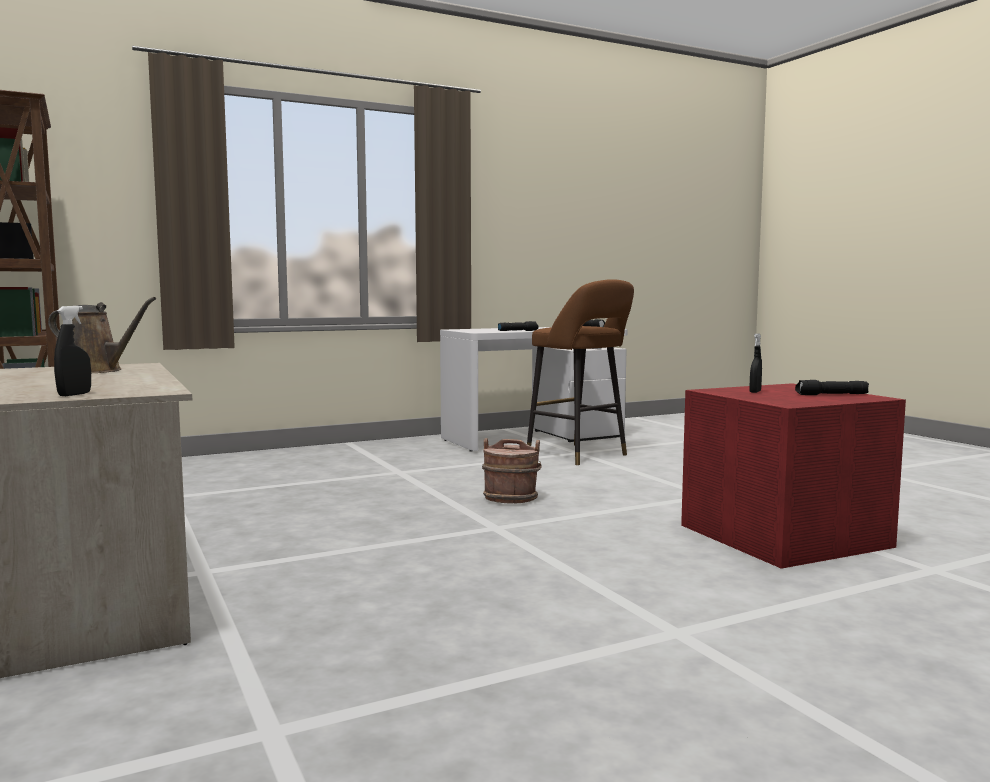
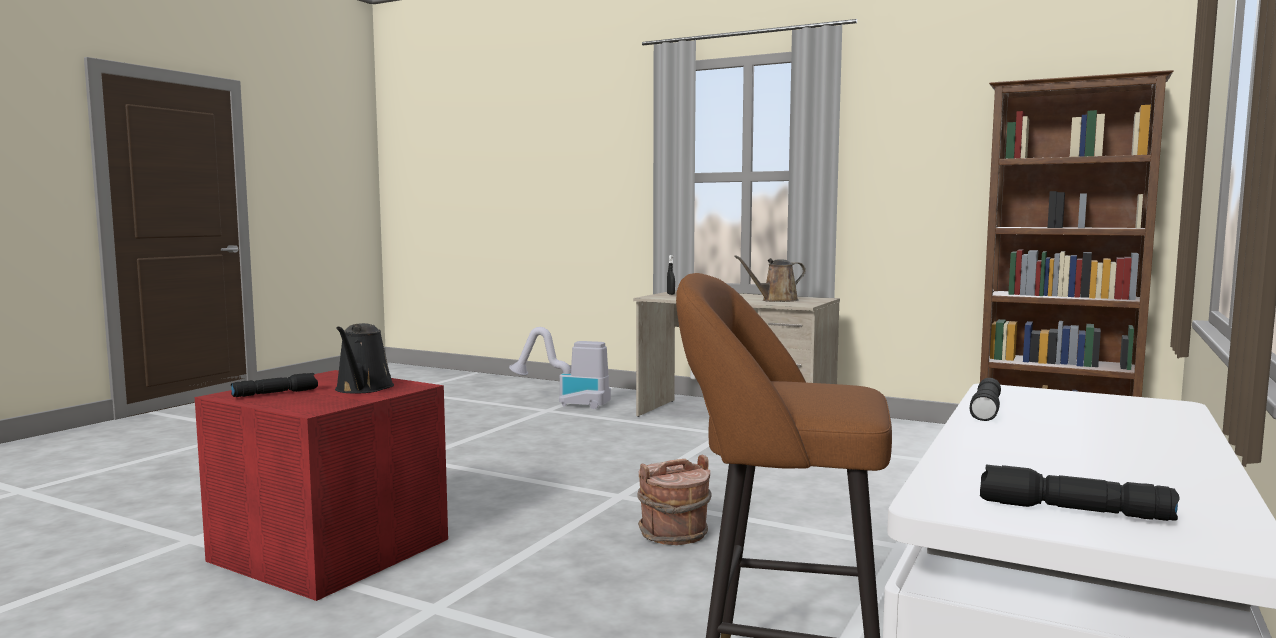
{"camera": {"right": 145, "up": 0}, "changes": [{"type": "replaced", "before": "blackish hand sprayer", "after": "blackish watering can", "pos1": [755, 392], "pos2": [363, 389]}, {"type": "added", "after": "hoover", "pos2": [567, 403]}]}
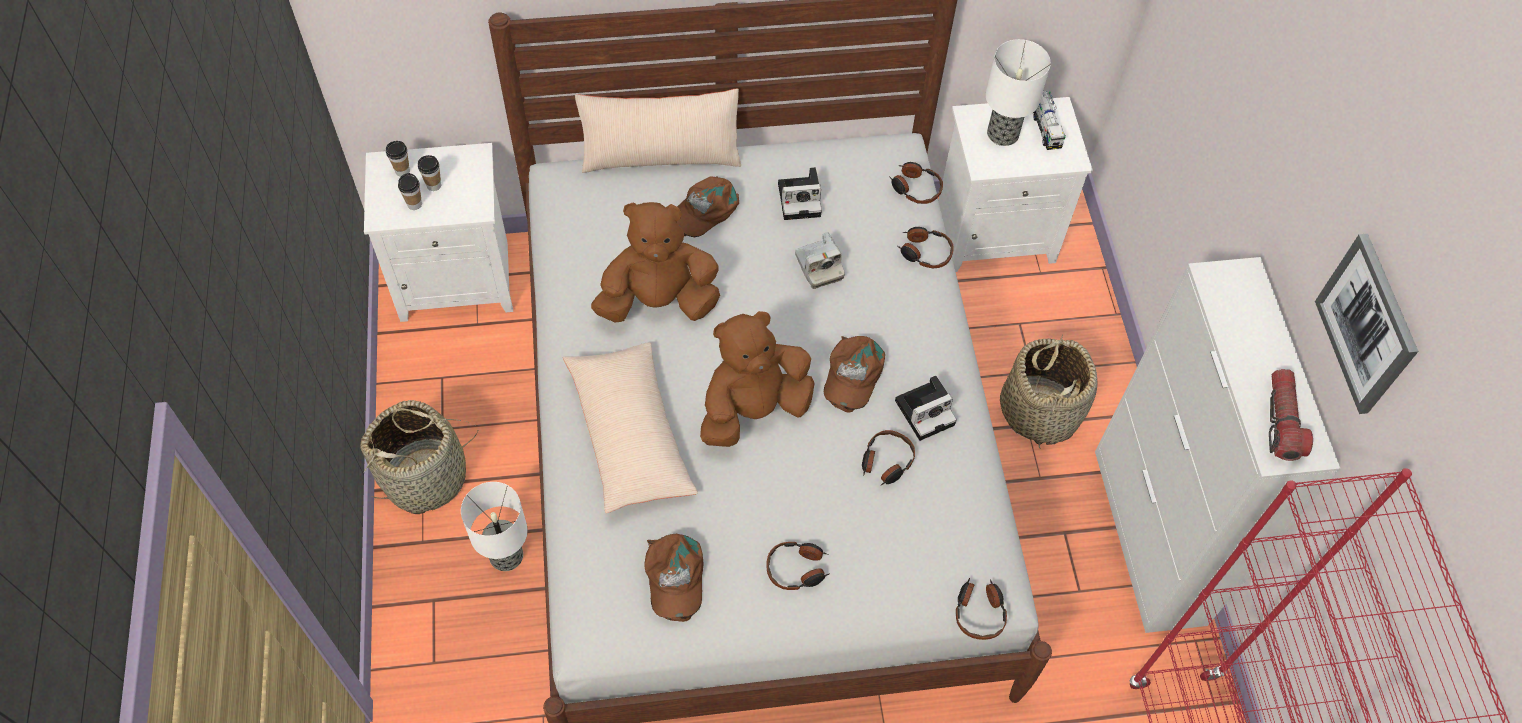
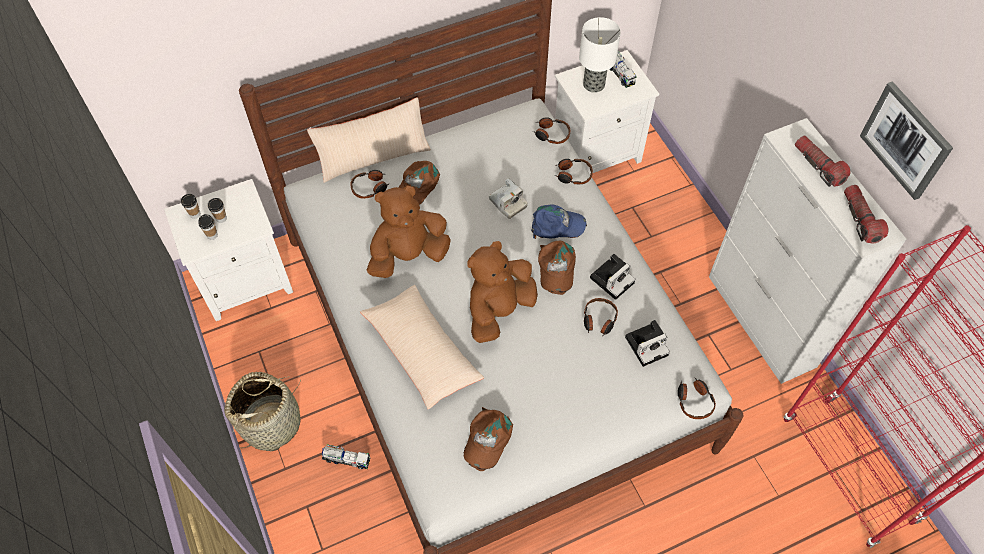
{"camera": {"right": -15, "up": 0}, "changes": [{"type": "replaced", "before": "lamp for a table", "after": "toy truck", "pos1": [506, 555], "pos2": [346, 460]}, {"type": "turned", "before": "brown-coloured cap", "pos1": [674, 577], "pos2": [487, 439], "turn": 45}, {"type": "moved", "before": "headset", "pos1": [797, 569], "pos2": [370, 187]}, {"type": "moved", "before": "still camera", "pos1": [801, 199], "pos2": [647, 345]}, {"type": "removed", "before": "storage basket", "pos1": [1040, 410]}, {"type": "added", "after": "blue cap", "pos2": [557, 225]}, {"type": "added", "after": "hand torch", "pos2": [818, 166]}]}
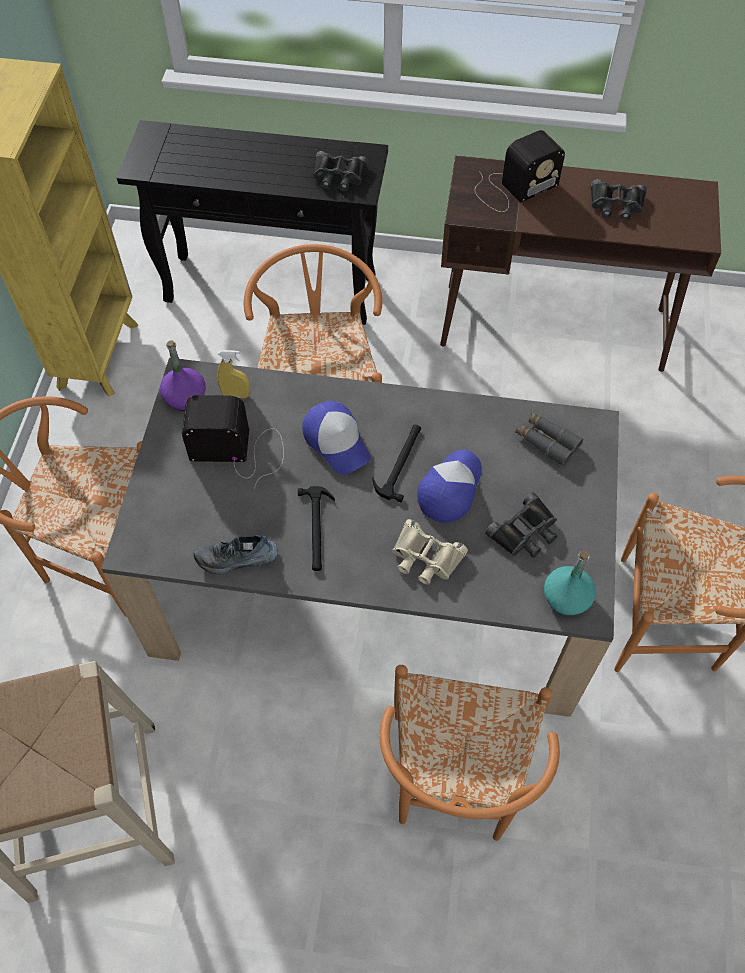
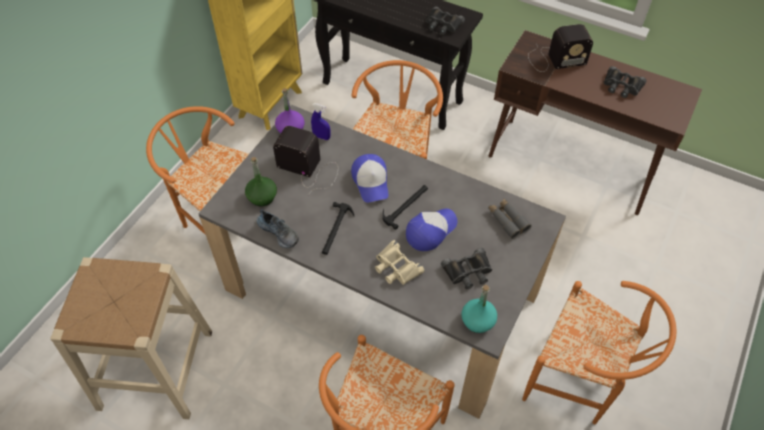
{"camera": {"right": 20, "up": -5}, "changes": [{"type": "turned", "before": "low shoe", "pos1": [237, 559], "pos2": [279, 232], "turn": -150}, {"type": "recoloured", "before": "yellowish hand sprayer", "after": "blue hand sprayer", "pos1": [236, 395], "pos2": [321, 137]}, {"type": "added", "after": "greenish beverage bottle", "pos2": [262, 197]}]}
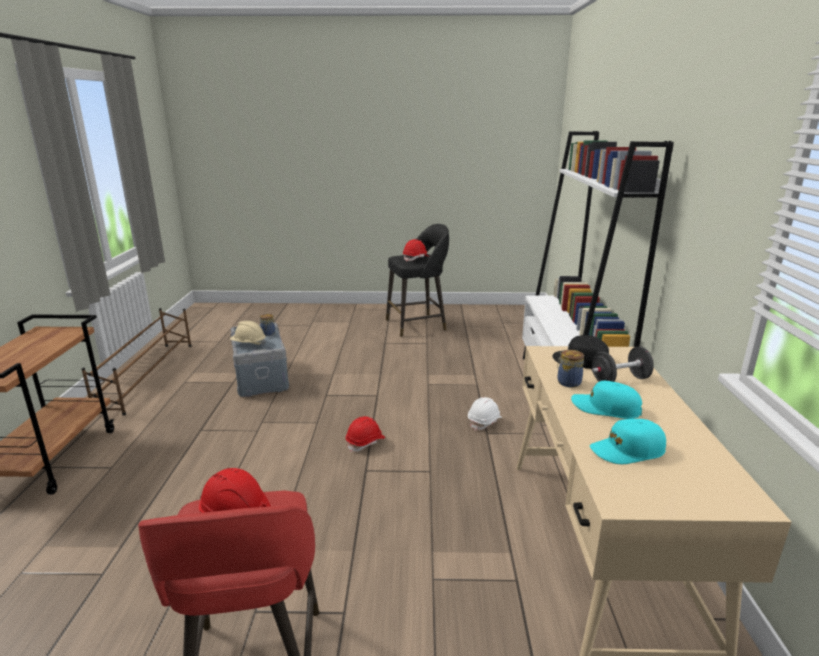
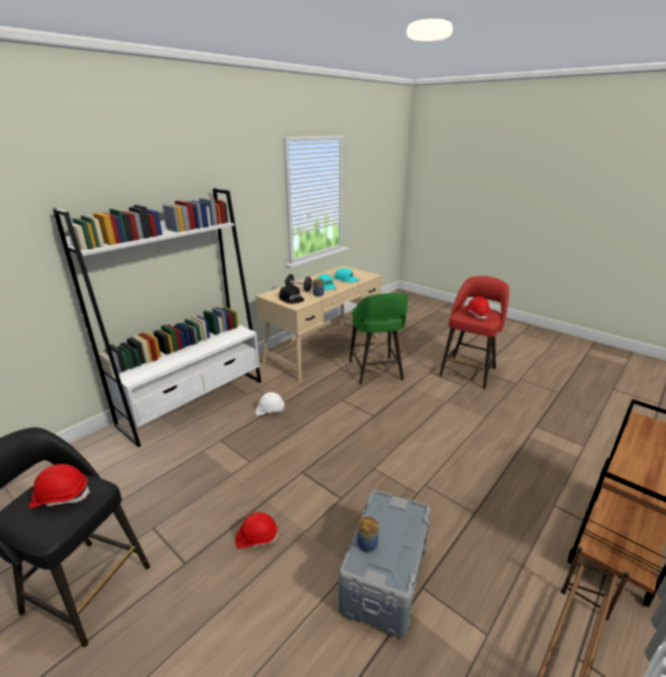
{"camera": {"right": -140, "up": 5}, "changes": [{"type": "removed", "before": "sand-coloured work helmet", "pos1": [248, 344]}, {"type": "moved", "before": "red work helmet", "pos1": [365, 442], "pos2": [256, 537]}, {"type": "added", "after": "greenish stool", "pos2": [375, 371]}]}
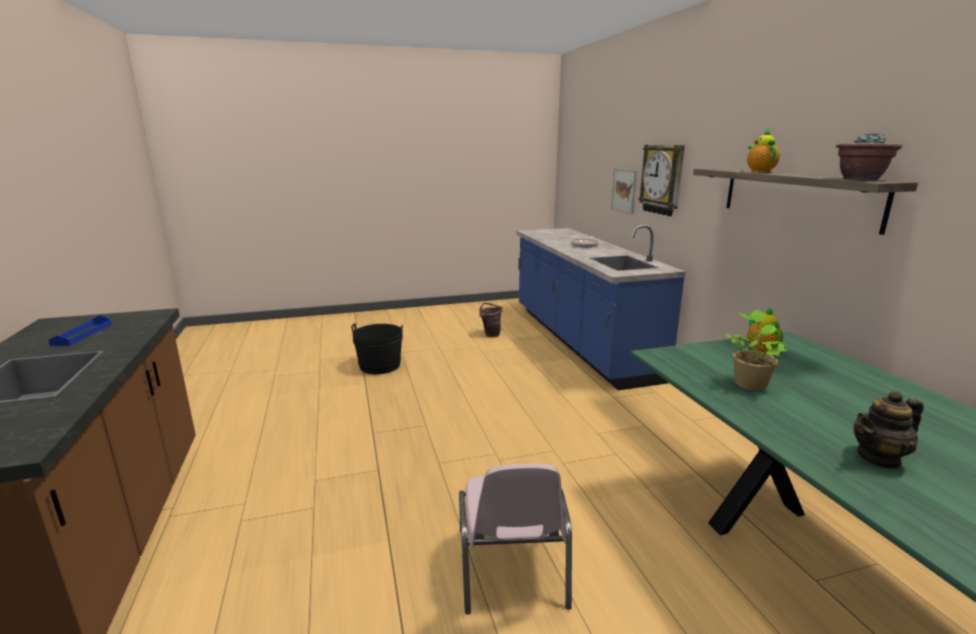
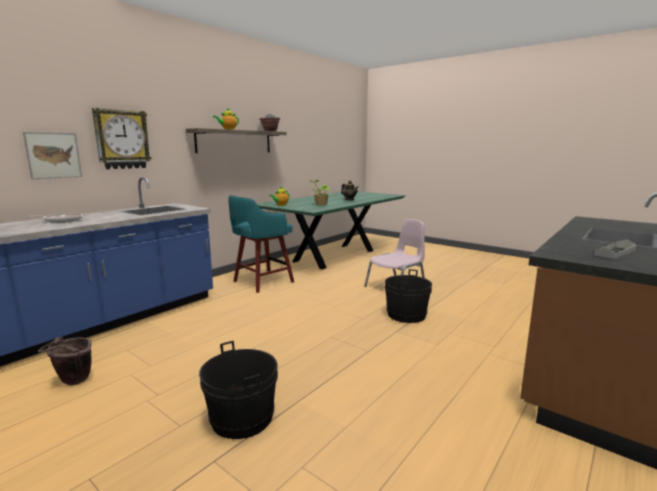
{"camera": {"right": -125, "up": -5}, "changes": [{"type": "recoloured", "before": "blue carrying tray", "after": "greyish carrying tray", "pos1": [82, 334], "pos2": [615, 252]}, {"type": "added", "after": "turquoise-coloured stool", "pos2": [261, 282]}, {"type": "added", "after": "blackish water bucket", "pos2": [406, 315]}]}
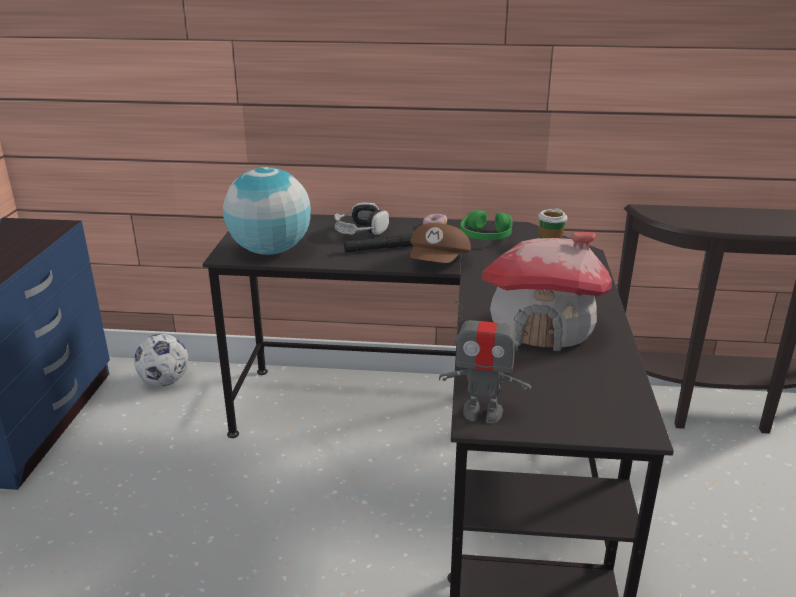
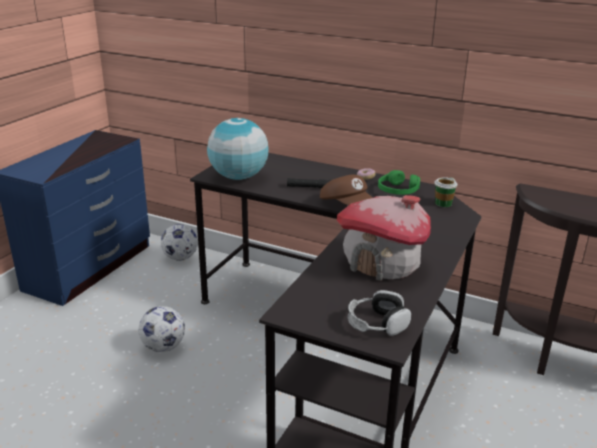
{"camera": {"right": 20, "up": 0}, "changes": [{"type": "moved", "before": "headset", "pos1": [360, 231], "pos2": [377, 323]}, {"type": "turned", "before": "brown-coloured cap", "pos1": [439, 263], "pos2": [346, 205], "turn": -75}, {"type": "removed", "before": "robot figure", "pos1": [482, 412]}, {"type": "added", "after": "ball for football", "pos2": [163, 347]}]}
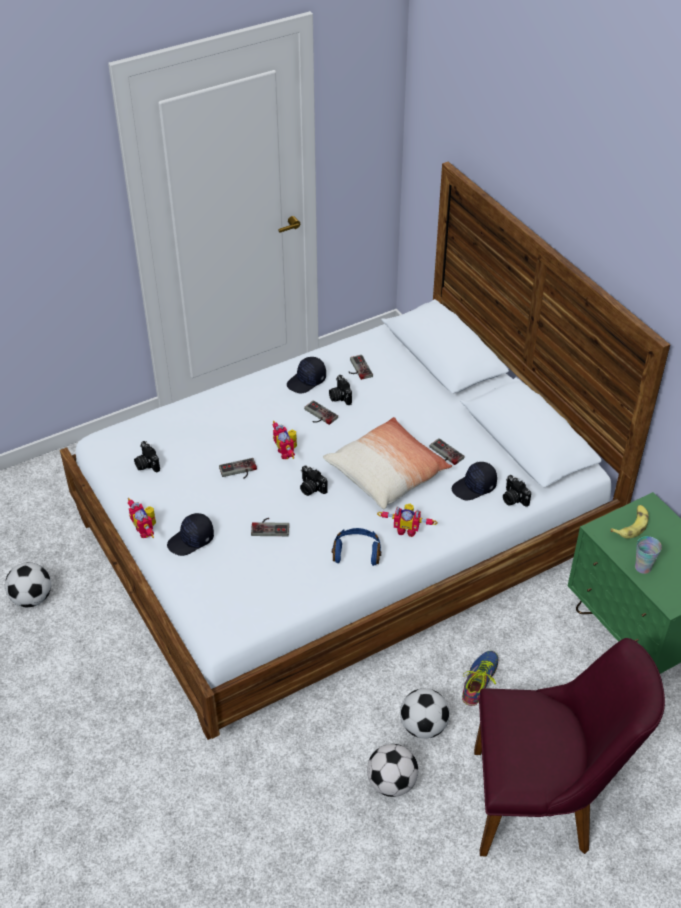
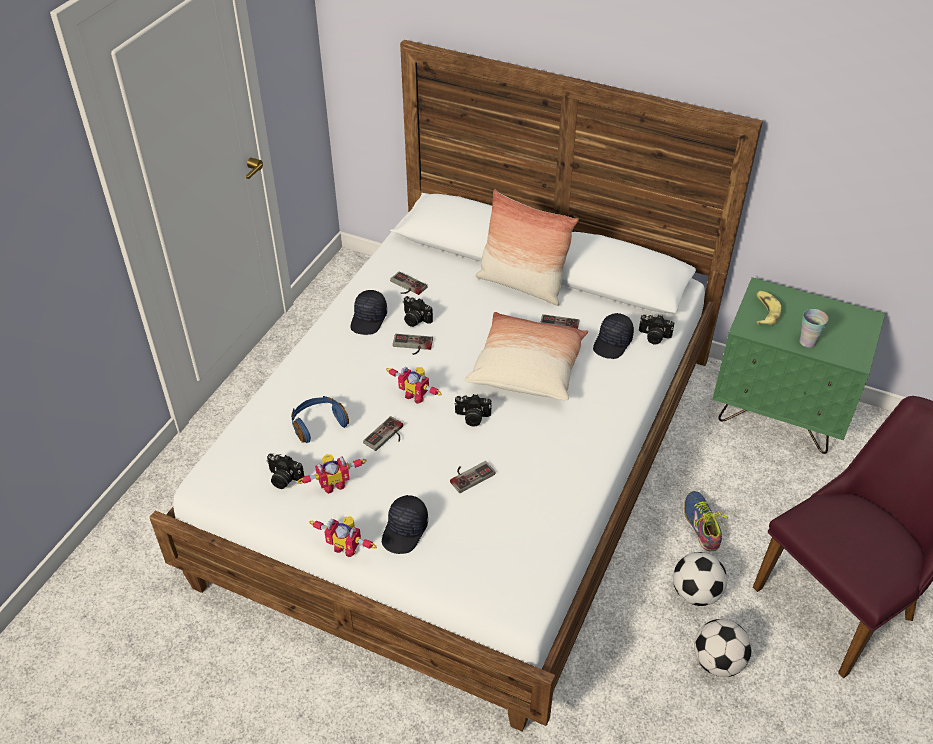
{"camera": {"right": -35, "up": 0}, "changes": [{"type": "removed", "before": "ball for football", "pos1": [32, 598]}, {"type": "moved", "before": "blue headset", "pos1": [357, 552], "pos2": [318, 424]}, {"type": "moved", "before": "robot figure", "pos1": [407, 529], "pos2": [333, 484]}, {"type": "added", "after": "throw pillow", "pos2": [521, 285]}]}
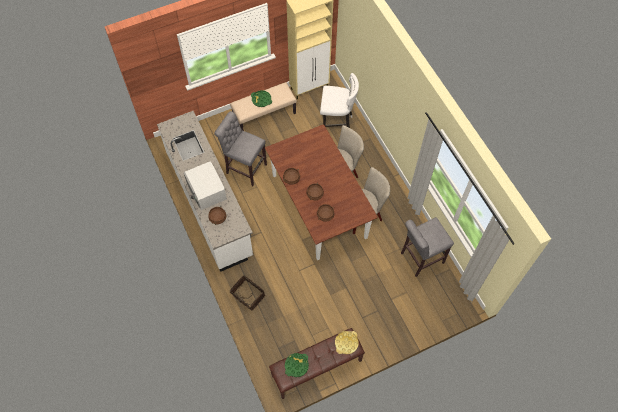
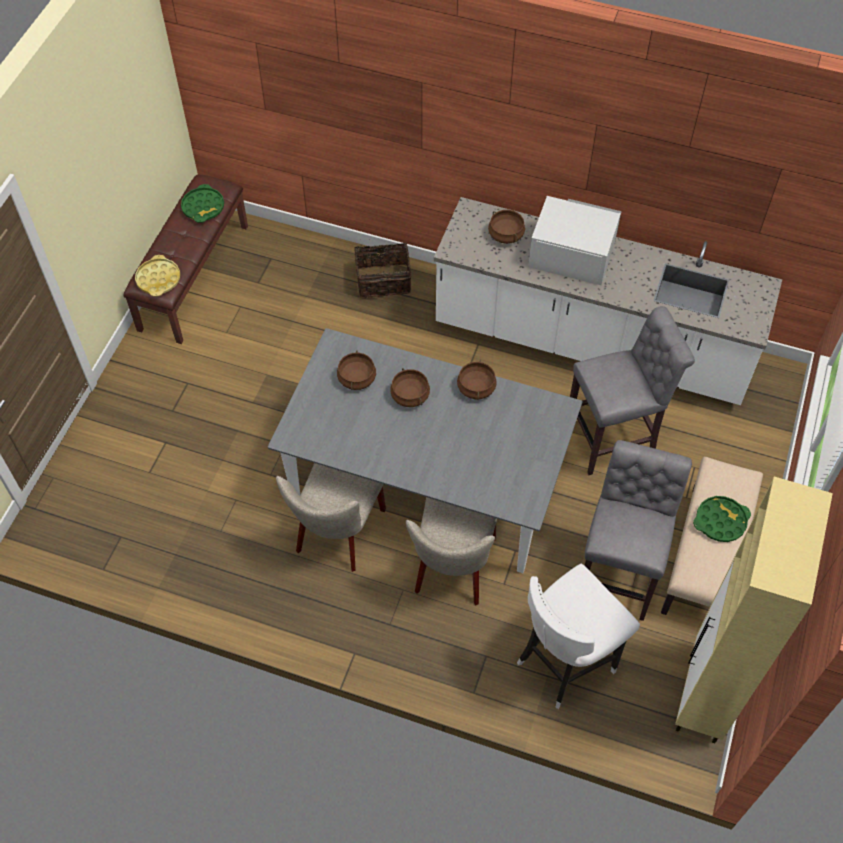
{"camera": {"right": 135, "up": -5}, "changes": [{"type": "recoloured", "before": "brown-coloured dinner table", "after": "greyish dinner table", "pos1": [319, 206], "pos2": [425, 485]}, {"type": "moved", "before": "greyish stool", "pos1": [420, 258], "pos2": [618, 573]}]}
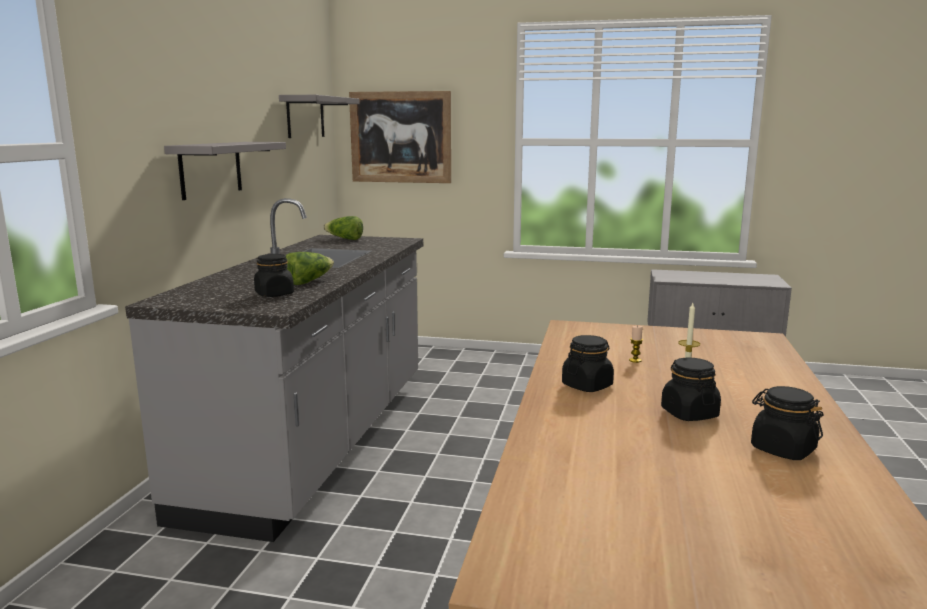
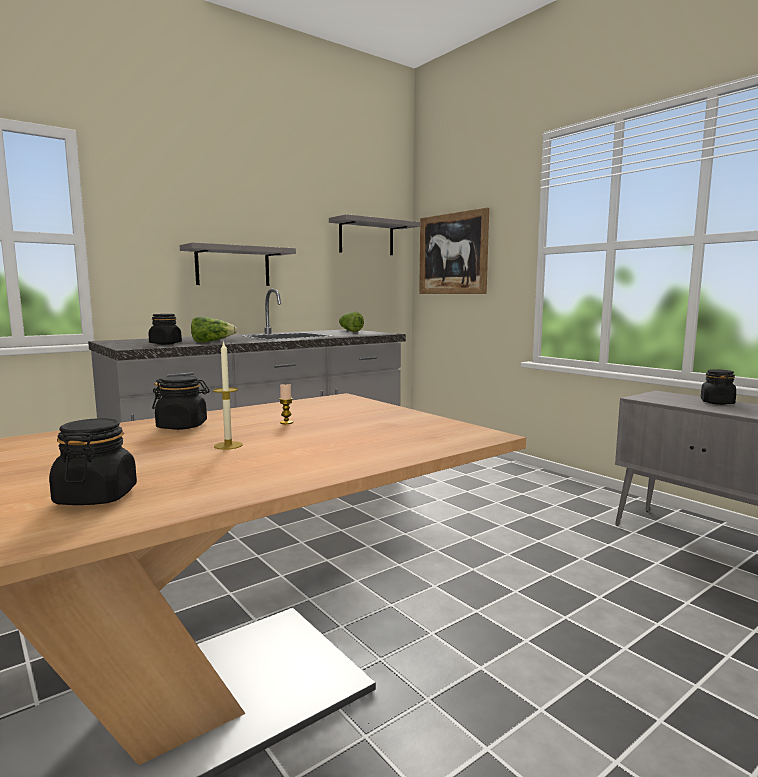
{"camera": {"right": 40, "up": -5}, "changes": [{"type": "moved", "before": "blackish storage jar", "pos1": [689, 413], "pos2": [717, 403]}]}
